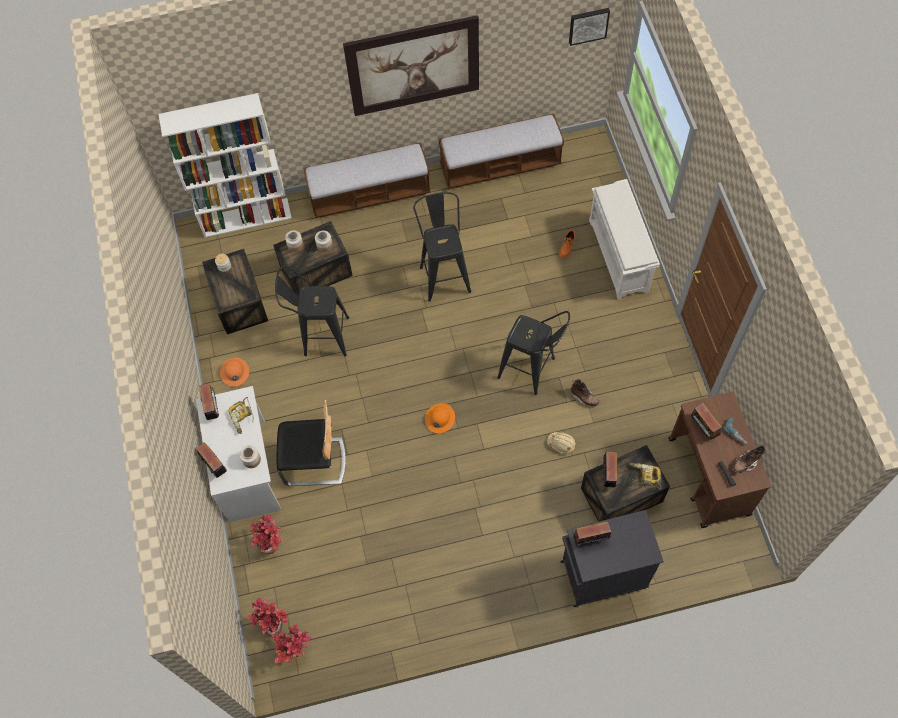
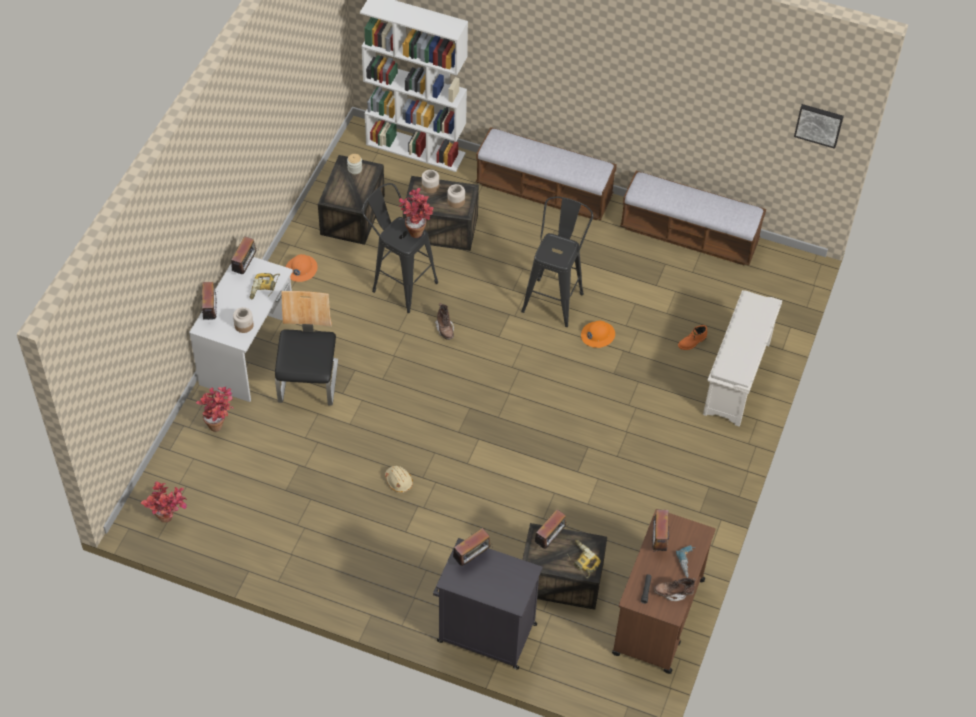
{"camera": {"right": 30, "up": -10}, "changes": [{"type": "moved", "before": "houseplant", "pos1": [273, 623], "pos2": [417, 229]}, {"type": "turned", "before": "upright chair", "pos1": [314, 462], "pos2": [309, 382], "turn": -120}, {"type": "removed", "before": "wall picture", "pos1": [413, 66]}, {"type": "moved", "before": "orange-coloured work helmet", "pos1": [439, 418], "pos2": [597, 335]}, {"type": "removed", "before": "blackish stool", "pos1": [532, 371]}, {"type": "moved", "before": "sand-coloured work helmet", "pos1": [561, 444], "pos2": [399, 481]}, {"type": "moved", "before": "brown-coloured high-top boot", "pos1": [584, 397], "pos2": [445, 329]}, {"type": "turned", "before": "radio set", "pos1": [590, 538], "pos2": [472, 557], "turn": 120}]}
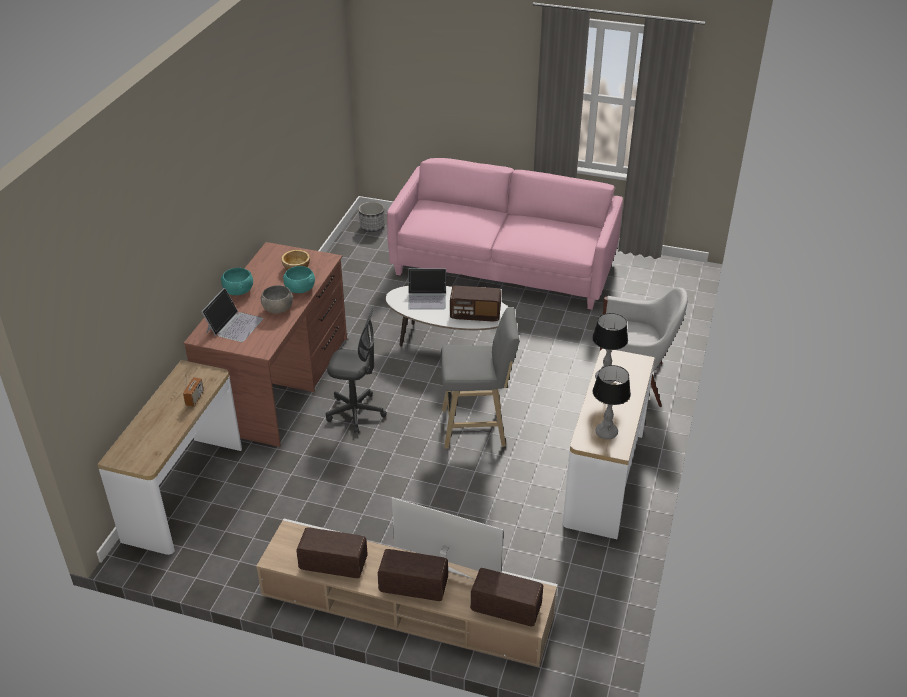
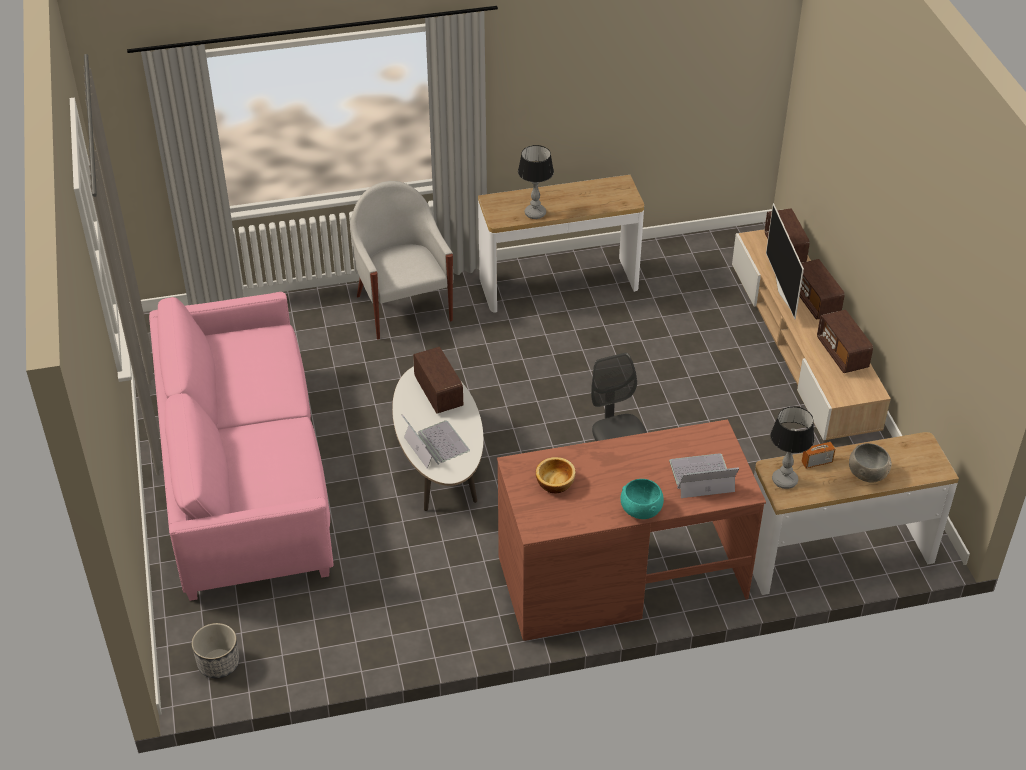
{"camera": {"right": -120, "up": 5}, "changes": [{"type": "moved", "before": "greyish bowl", "pos1": [278, 309], "pos2": [867, 473]}, {"type": "removed", "before": "turquoise-coloured bowl", "pos1": [300, 289]}, {"type": "removed", "before": "greyish stool", "pos1": [477, 427]}, {"type": "moved", "before": "lamp for a table", "pos1": [606, 433], "pos2": [785, 480]}]}
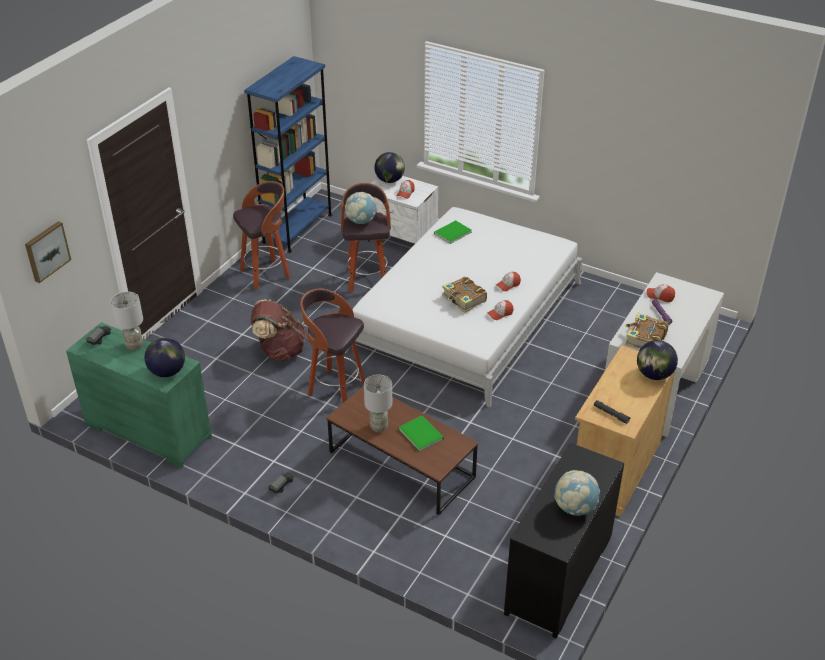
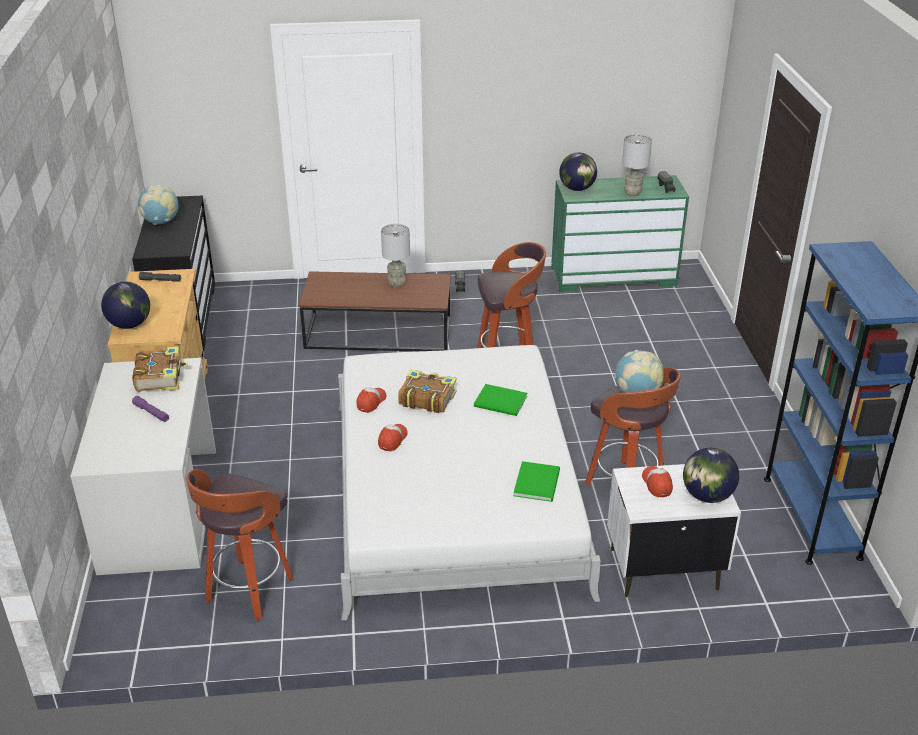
{"camera": {"right": 145, "up": -5}, "changes": [{"type": "removed", "before": "wall picture", "pos1": [46, 251]}, {"type": "moved", "before": "stool", "pos1": [266, 274], "pos2": [248, 591]}, {"type": "removed", "before": "brown-coloured rucksack", "pos1": [279, 351]}, {"type": "moved", "before": "greenish volume", "pos1": [421, 433], "pos2": [501, 402]}, {"type": "removed", "before": "cap", "pos1": [660, 296]}]}
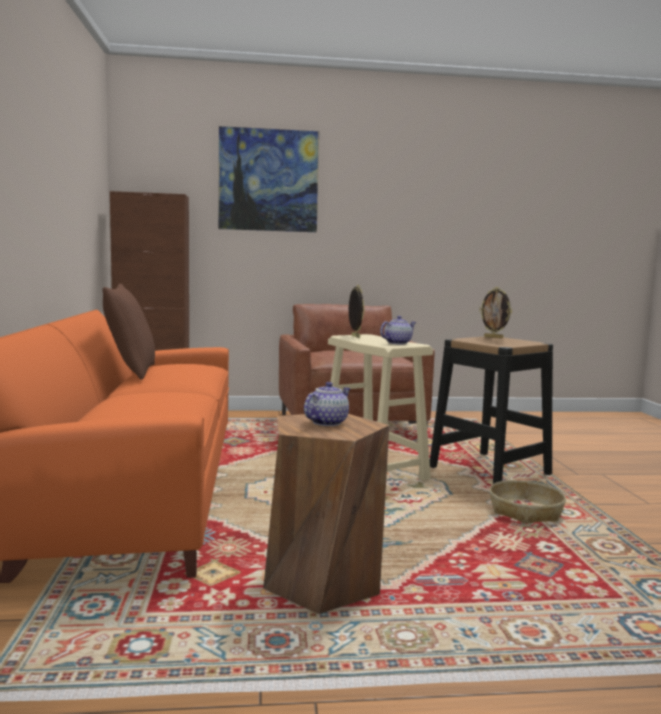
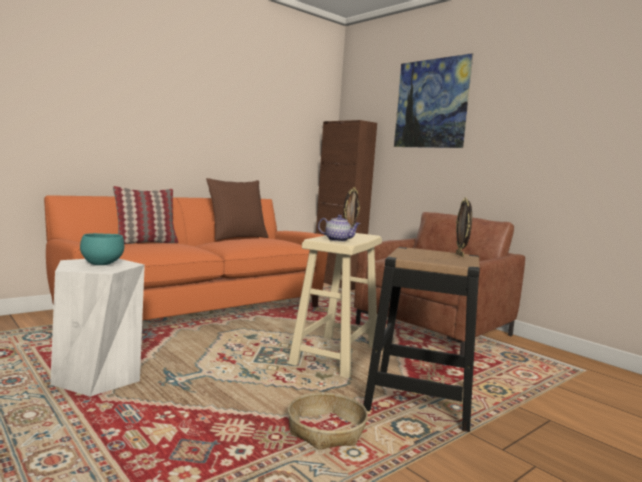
{"camera": {"right": 55, "up": 0}, "changes": [{"type": "recoloured", "before": "brown-coloured stool", "after": "white-coloured stool", "pos1": [322, 583], "pos2": [98, 378]}, {"type": "replaced", "before": "pot for tea", "after": "turquoise-coloured bowl", "pos1": [326, 422], "pos2": [102, 264]}, {"type": "added", "after": "throw pillow", "pos2": [145, 242]}]}
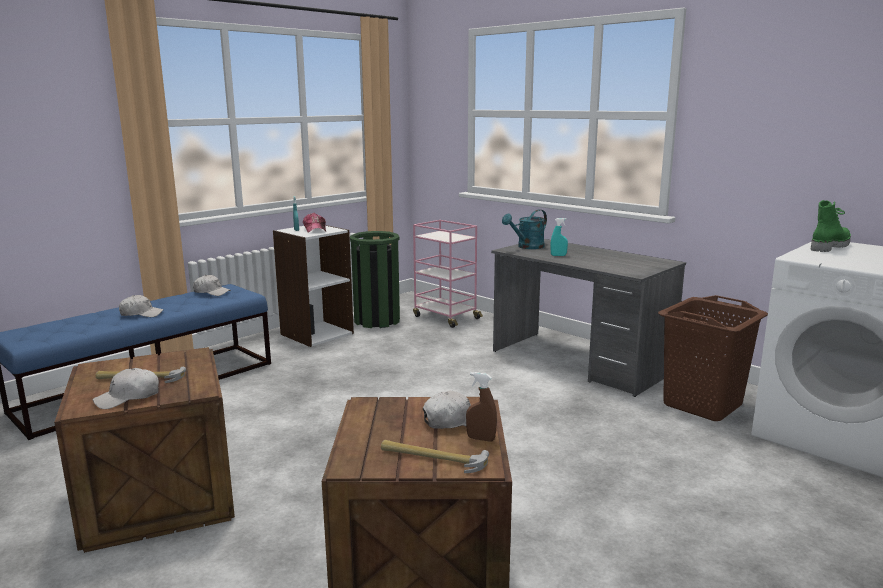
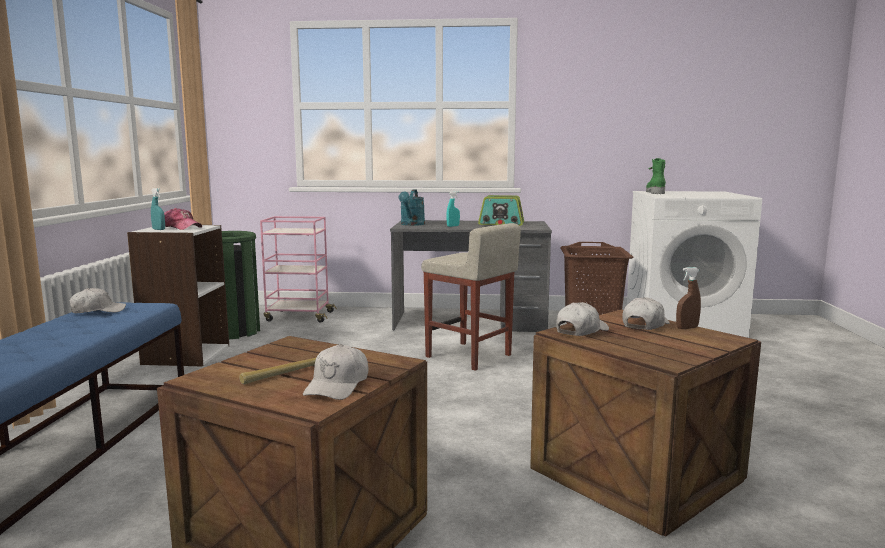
{"camera": {"right": -40, "up": -5}, "changes": [{"type": "moved", "before": "white-coloured cap", "pos1": [141, 314], "pos2": [581, 331]}, {"type": "removed", "before": "tool hammer", "pos1": [433, 458]}, {"type": "added", "after": "sand-coloured stool", "pos2": [469, 356]}, {"type": "added", "after": "radio set", "pos2": [501, 223]}]}
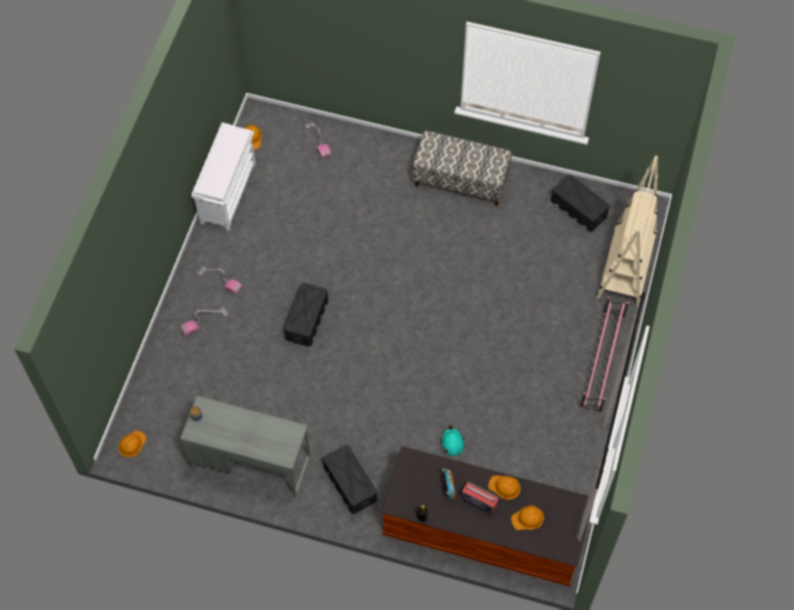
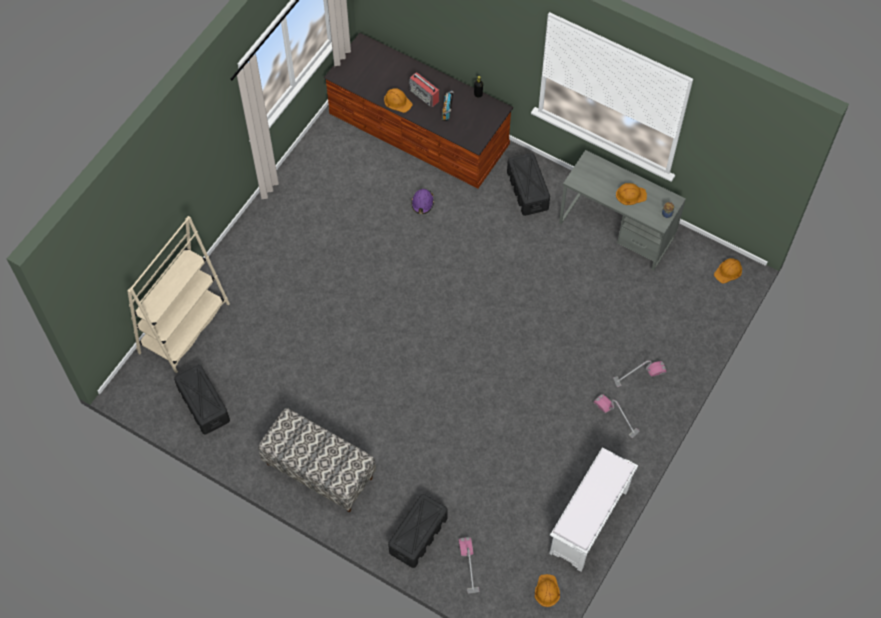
{"camera": {"right": -165, "up": 0}, "changes": [{"type": "moved", "before": "blackish storage container", "pos1": [306, 320], "pos2": [418, 534]}, {"type": "recoloured", "before": "turquoise-coloured work helmet", "after": "purple-coloured work helmet", "pos1": [452, 442], "pos2": [422, 203]}, {"type": "moved", "before": "orange-coloured work helmet", "pos1": [528, 518], "pos2": [630, 195]}, {"type": "removed", "before": "pink shoe rack", "pos1": [601, 362]}]}
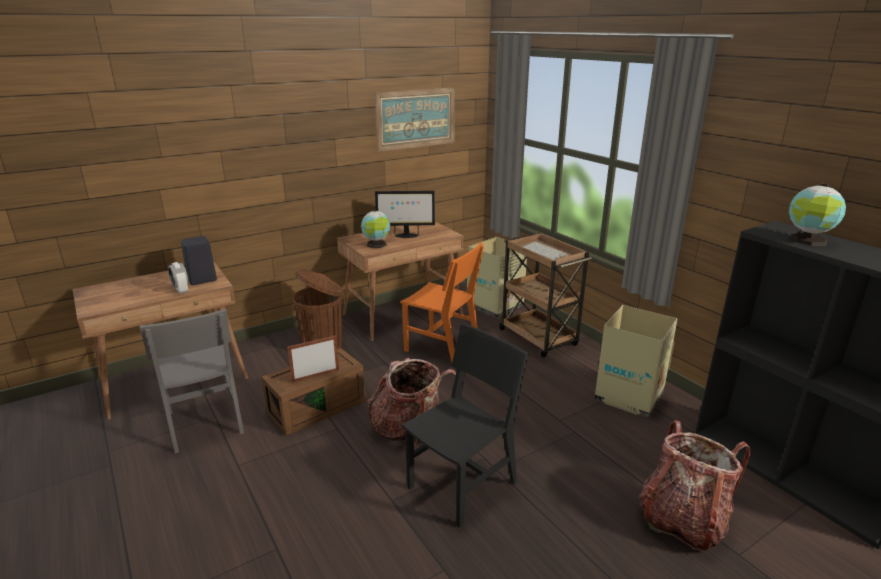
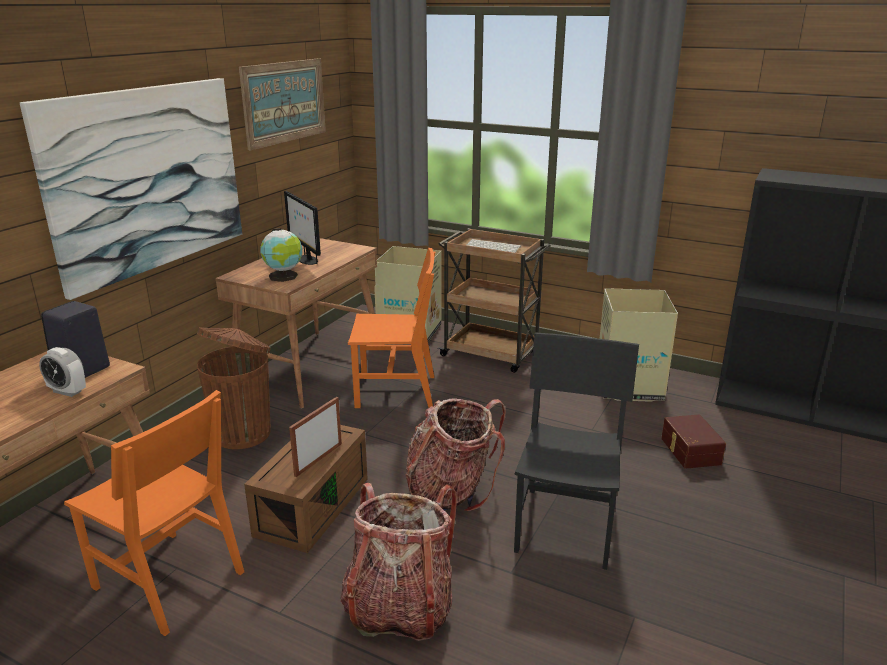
{"camera": {"right": -30, "up": 0}, "changes": [{"type": "recoloured", "before": "greyish upright chair", "after": "orange-coloured upright chair", "pos1": [205, 422], "pos2": [168, 580]}, {"type": "turned", "before": "computer screen", "pos1": [406, 236], "pos2": [307, 260], "turn": 90}, {"type": "moved", "before": "rucksack", "pos1": [682, 520], "pos2": [400, 607]}, {"type": "removed", "before": "desk globe", "pos1": [808, 241]}, {"type": "added", "after": "wall picture", "pos2": [147, 179]}, {"type": "added", "after": "brown-coloured storage container", "pos2": [689, 451]}]}
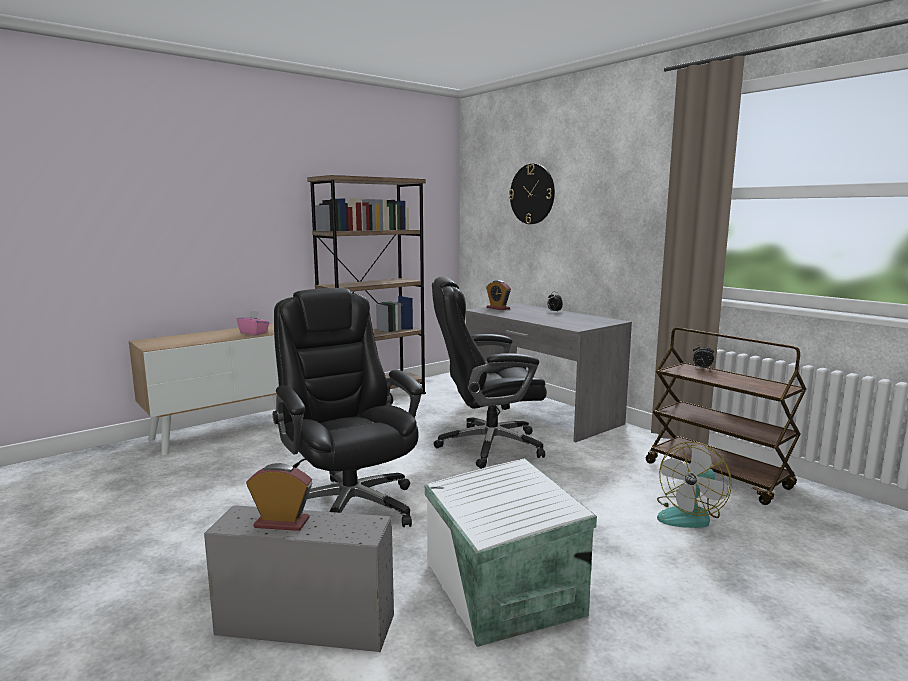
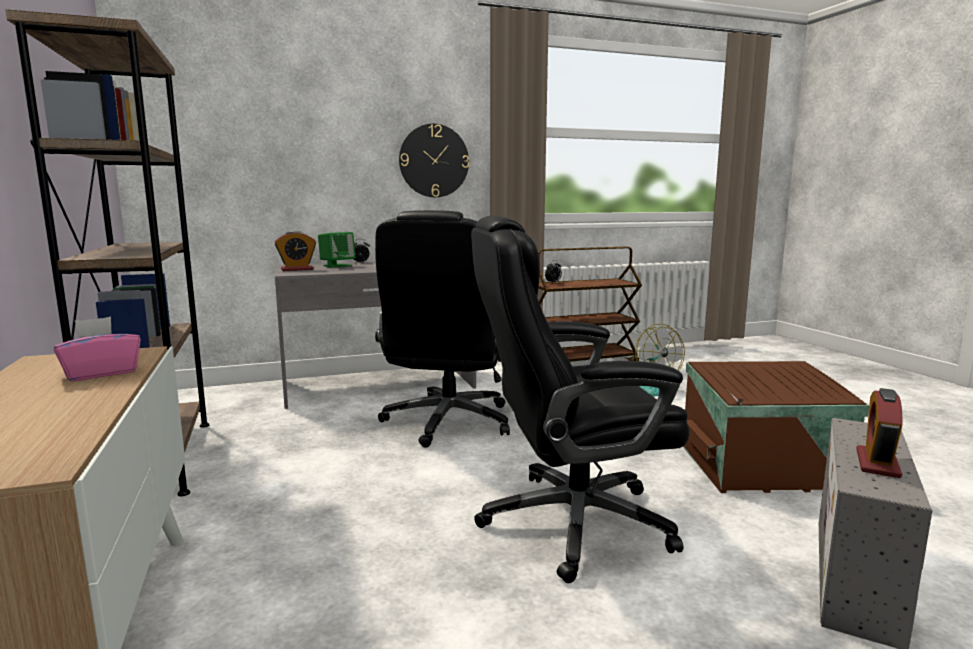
{"camera": {"right": -70, "up": 0}, "changes": [{"type": "recoloured", "before": "white-coloured storage container", "after": "brown-coloured storage container", "pos1": [501, 589], "pos2": [763, 468]}, {"type": "moved", "before": "clock on the wall", "pos1": [532, 194], "pos2": [434, 161]}, {"type": "added", "after": "greenish loudspeaker", "pos2": [337, 265]}]}
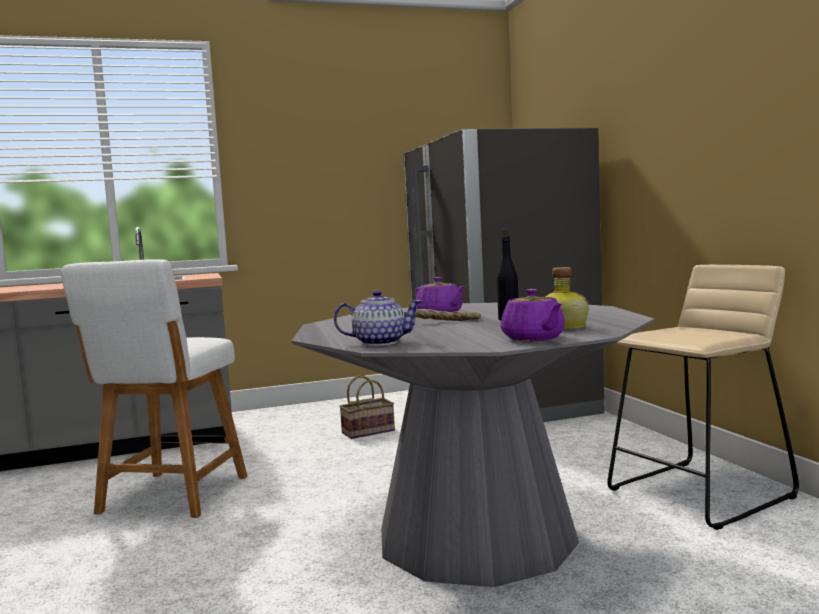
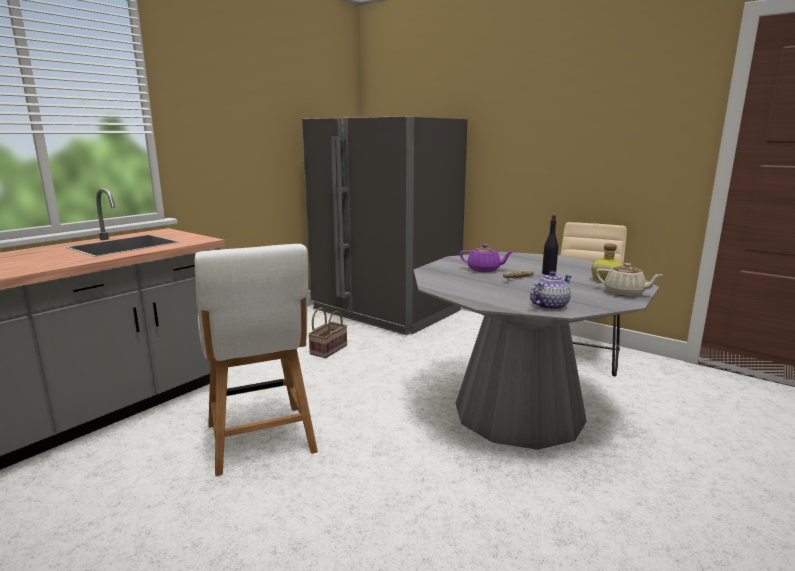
{"camera": {"right": -35, "up": 10}, "changes": [{"type": "recoloured", "before": "purple-coloured pot for tea", "after": "sand-coloured pot for tea", "pos1": [534, 338], "pos2": [625, 293]}]}
